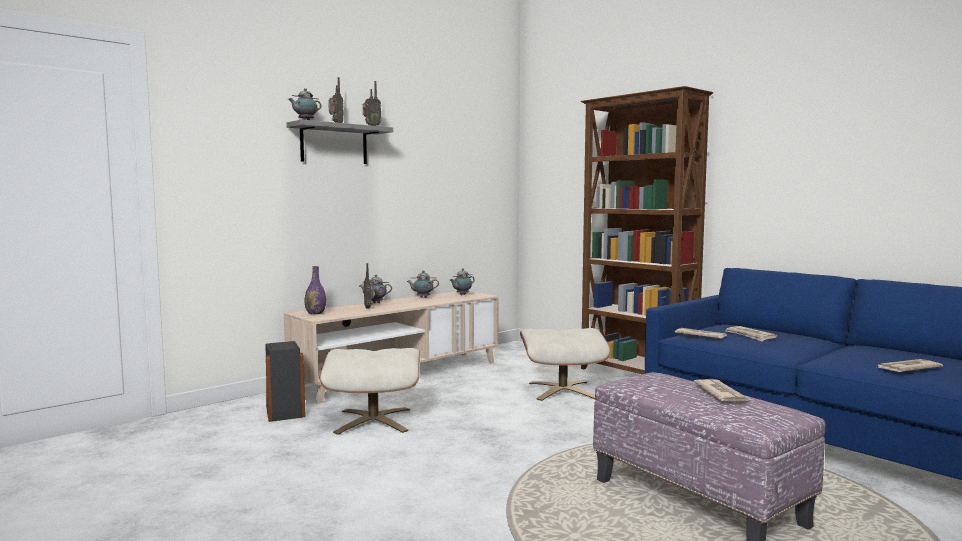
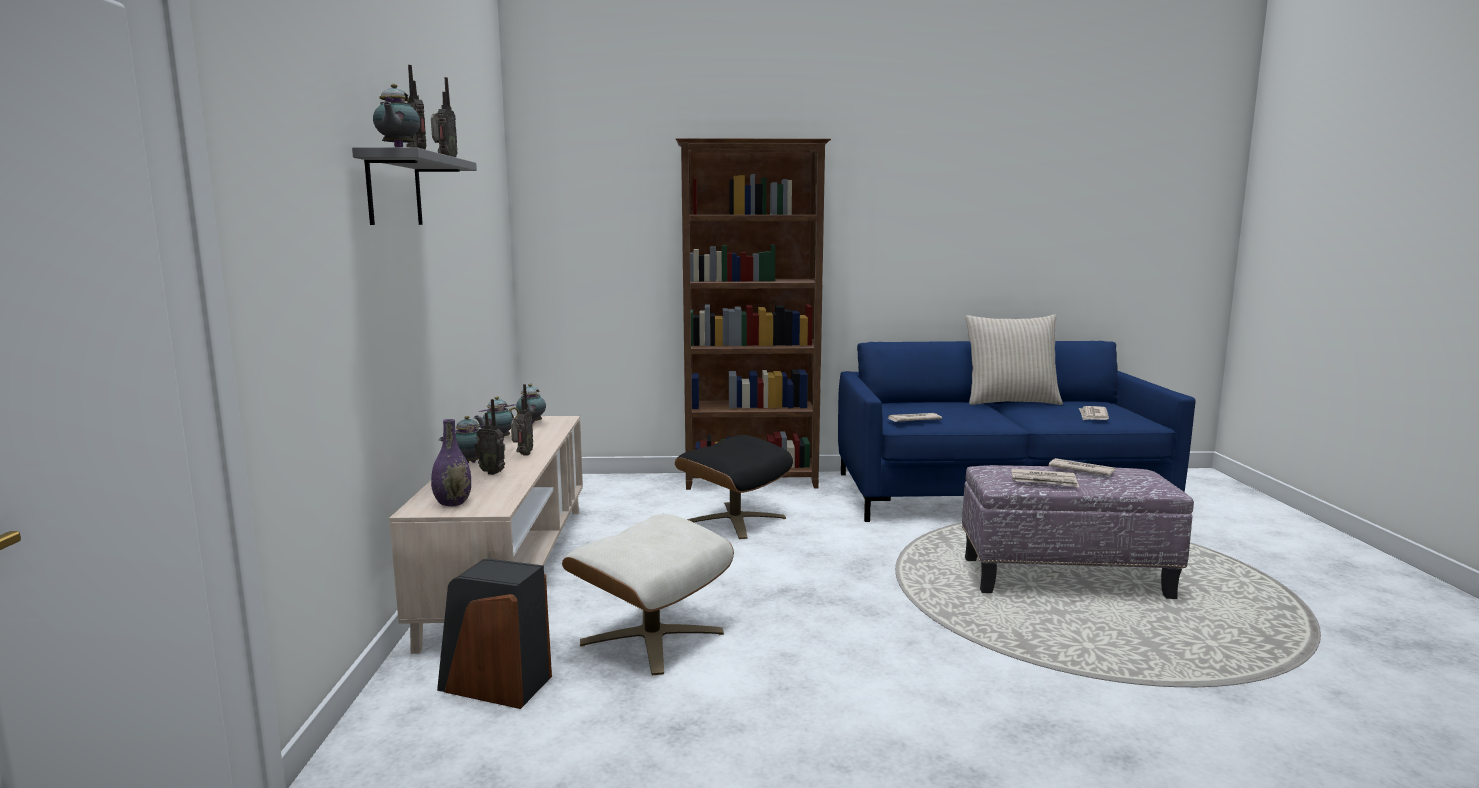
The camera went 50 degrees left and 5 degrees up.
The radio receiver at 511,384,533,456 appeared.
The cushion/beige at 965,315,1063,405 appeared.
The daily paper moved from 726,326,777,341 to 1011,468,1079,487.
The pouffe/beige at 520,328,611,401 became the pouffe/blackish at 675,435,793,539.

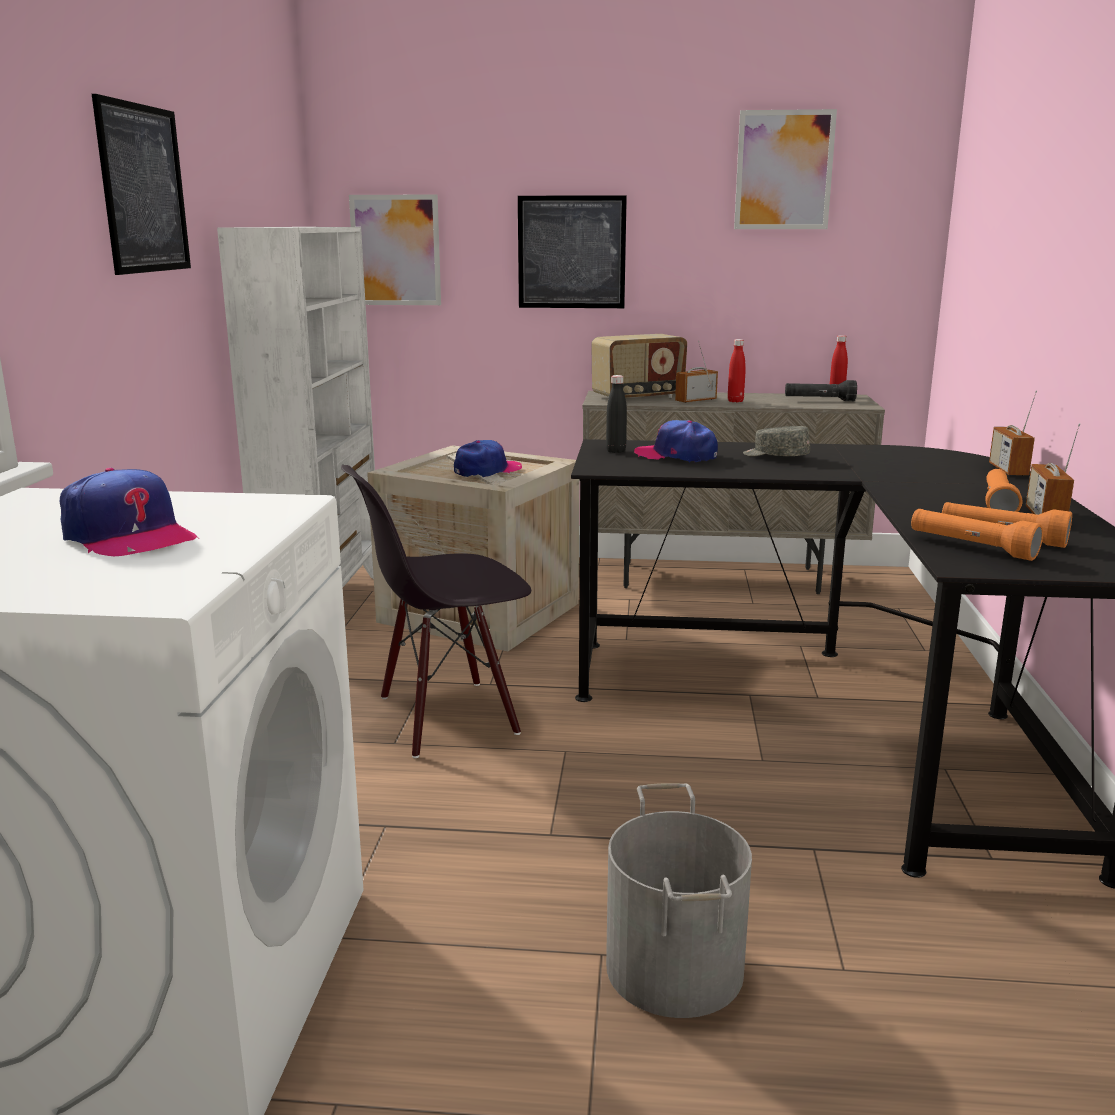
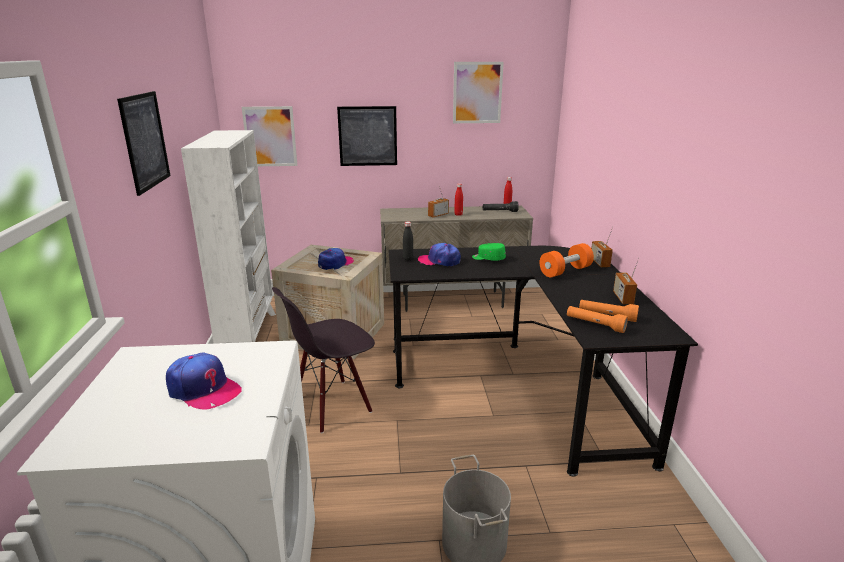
The camera went 10 degrees left and 5 degrees up.
The radio receiver at 591,334,687,398 disappeared.
The flashlight/orange at 985,469,1023,512 disappeared.
The free weight/orange at 540,243,594,277 appeared.
The peaked cap/greyish at 743,426,810,457 became the peaked cap/green-coloured at 472,243,506,261.

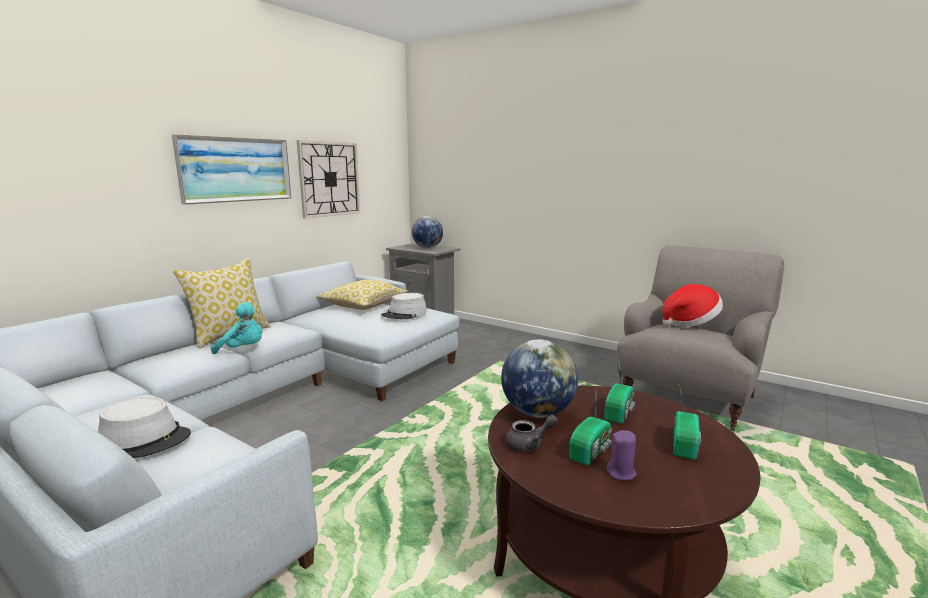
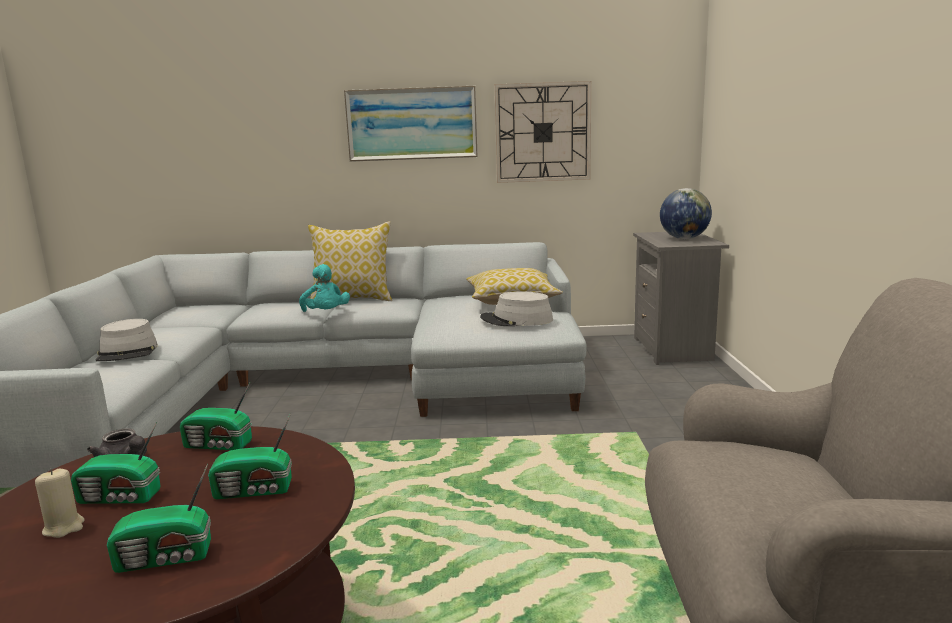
The camera went 55 degrees right and 0 degrees up.
The clothing hat at 663,284,723,327 disappeared.
The world globe at 501,339,578,418 was replaced by the radio receiver at 180,381,252,450.
The candle/purple-coloured at 606,430,637,480 became the candle/beige at 35,469,85,538.

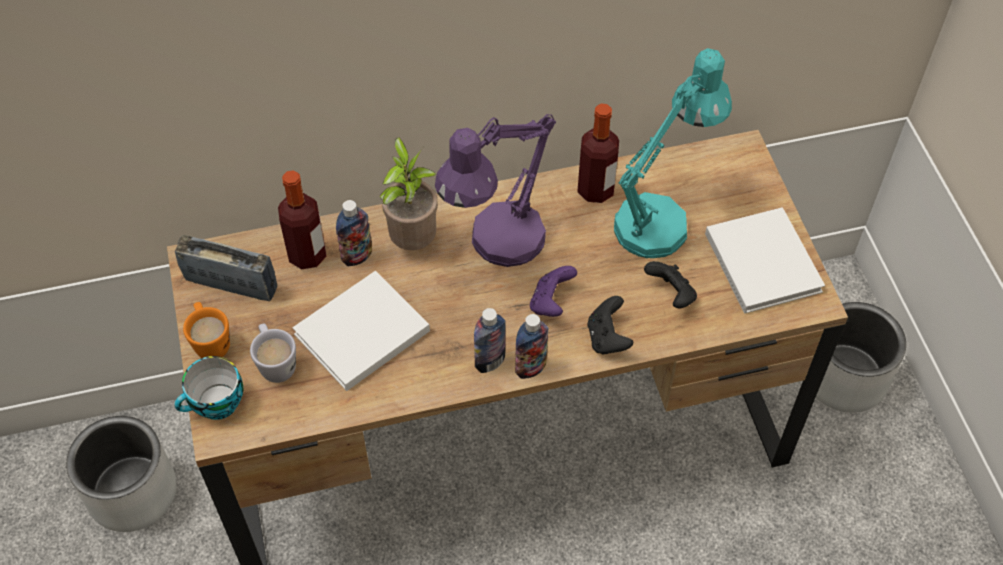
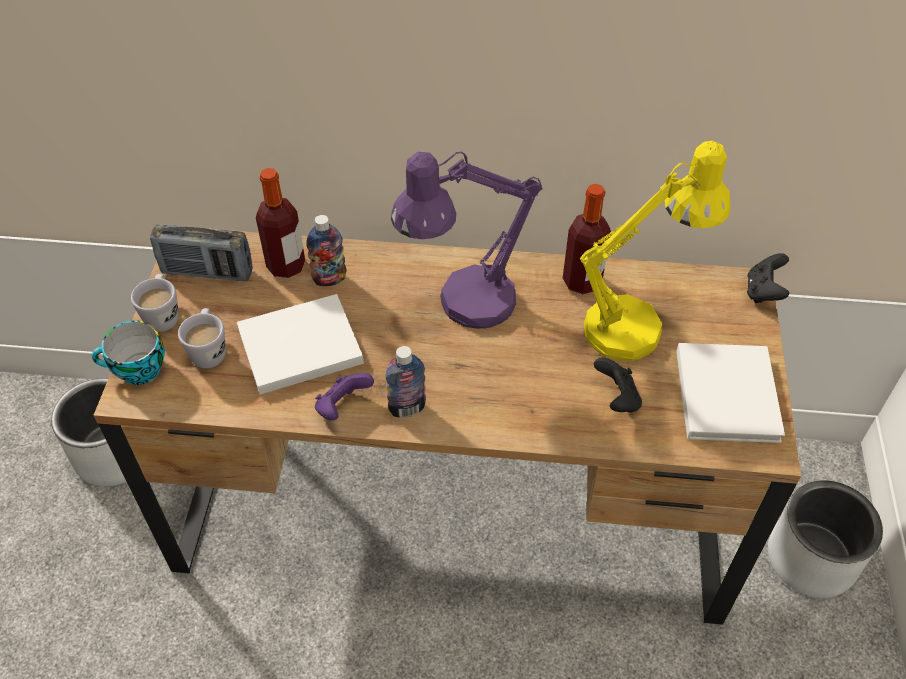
The camera went 20 degrees right and 5 degrees down.
The plant in a pot at 380,137,438,250 disappeared.
The drink bottle at 515,314,548,379 disappeared.
The gamepad/purple-coloured moved from 530,266,577,317 to 315,373,374,420.
The gamepad/blackish moved from 588,296,633,355 to 747,253,789,303.
The tea mug/orange at 183,302,230,358 became the tea mug/whitish at 131,274,179,332.
The lamp for a table/blue-green at 614,48,732,258 became the lamp for a table/yellow at 580,141,731,361.
The radio receiver at 175,235,277,301 turned 150 degrees clockwise.

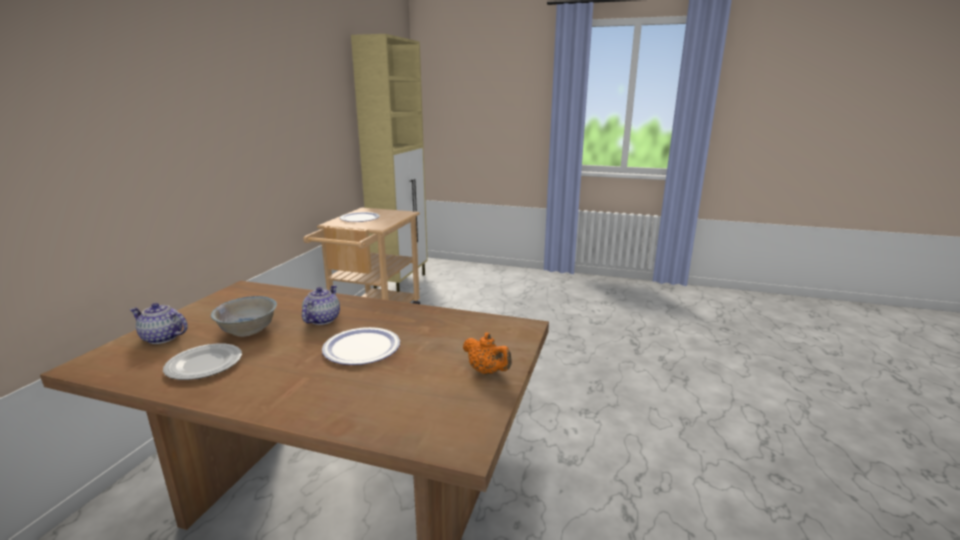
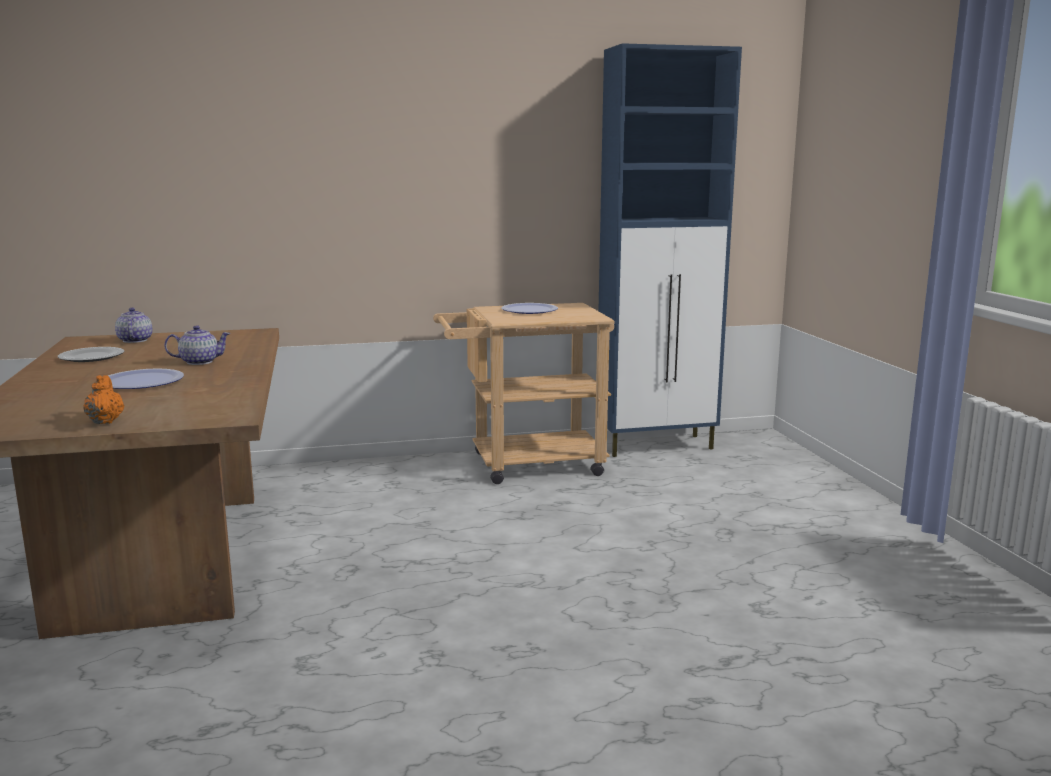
The camera went 60 degrees right and 5 degrees down.
The deep dish/whitish at 210,296,277,337 disappeared.
The cabinet/beige at 351,34,428,292 became the cabinet/bluish at 598,43,742,457.
The pot for tea/orange at 463,332,512,375 turned 150 degrees clockwise.

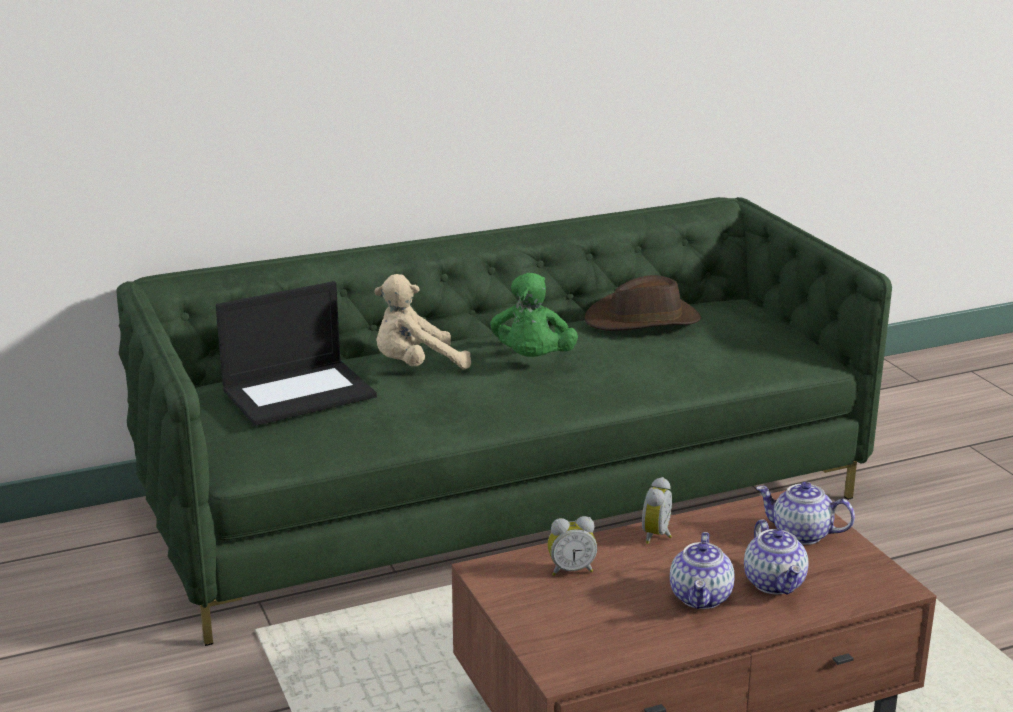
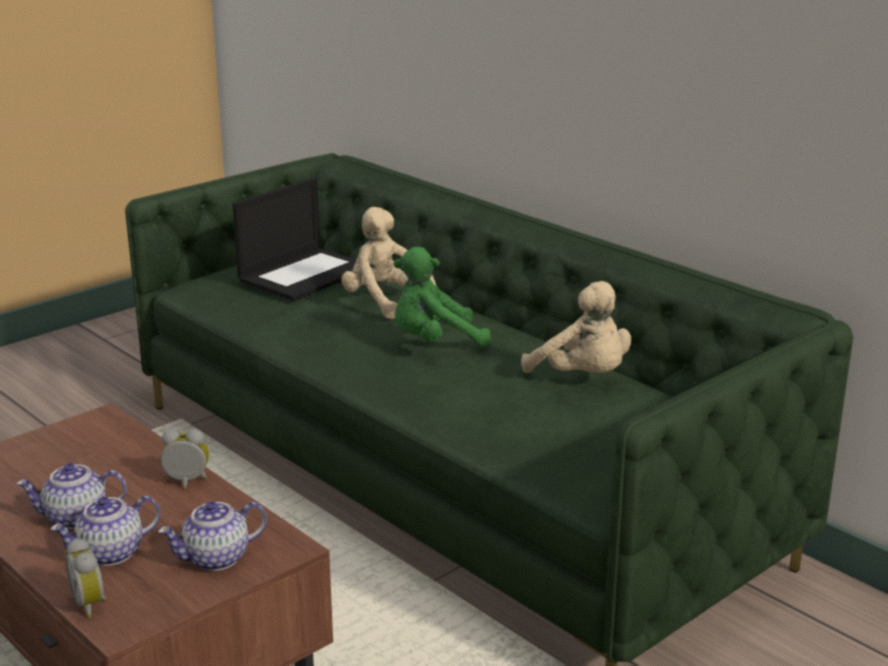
The camera went 70 degrees right and 0 degrees up.
The alarm clock moved from 548,516,597,576 to 66,538,107,618.
The clothing hat/brown at 585,275,701,331 was replaced by the cuddly toy/beige at 521,281,631,373.
The notebook computer at 216,281,377,426 turned 90 degrees counterclockwise.
The pot for tea at 756,482,855,545 turned 120 degrees counterclockwise.

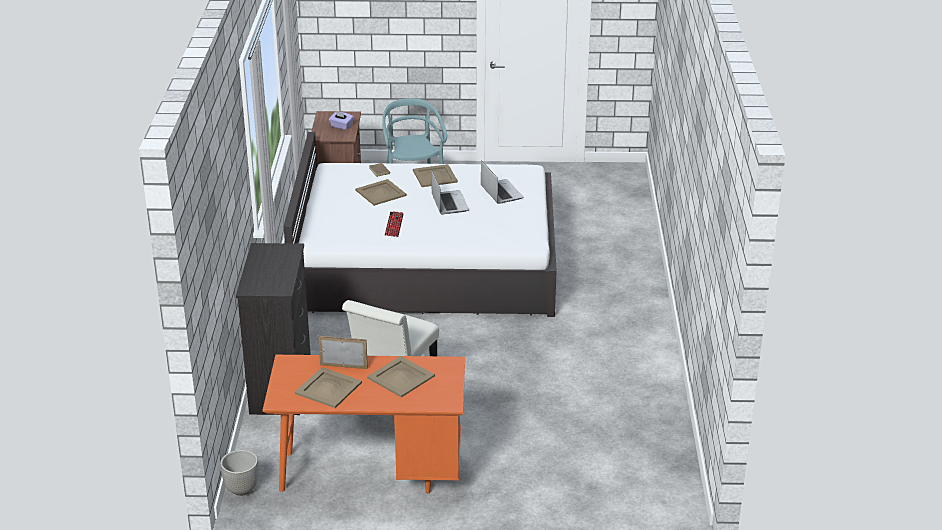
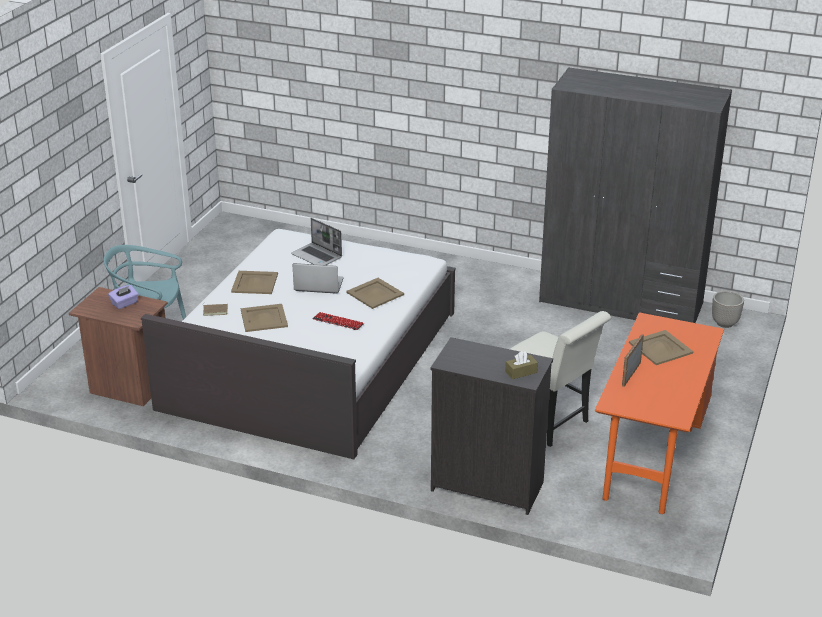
The camera went 70 degrees left and 0 degrees up.
The tissue holder/brown at 505,351,538,379 appeared.
The wardrobe/greyish at 539,67,732,323 appeared.
The plant pot moved from 220,450,258,496 to 712,291,744,328.
The carrying tray/beige moved from 295,367,362,408 to 346,278,404,309.
The notebook computer at 481,160,524,204 turned 135 degrees counterclockwise.

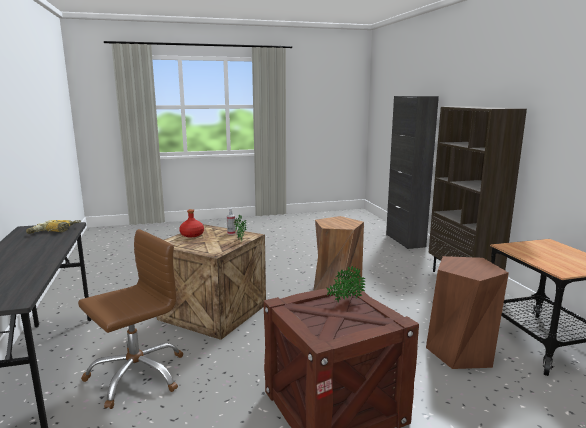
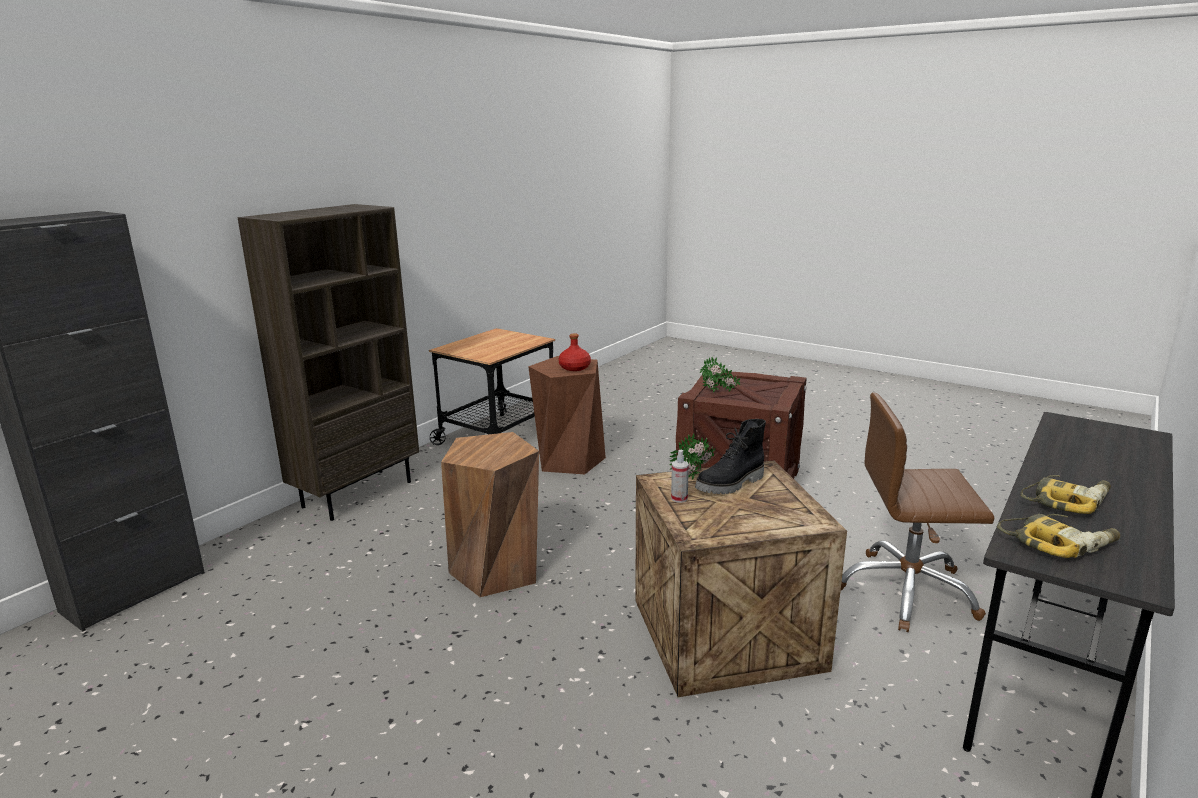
The camera went 130 degrees left and 5 degrees up.
The tall boot/blackish at 695,419,766,494 appeared.
The power drill at 1021,475,1111,514 appeared.
The drink bottle/red-coloured moved from 179,209,204,237 to 559,333,591,371.

